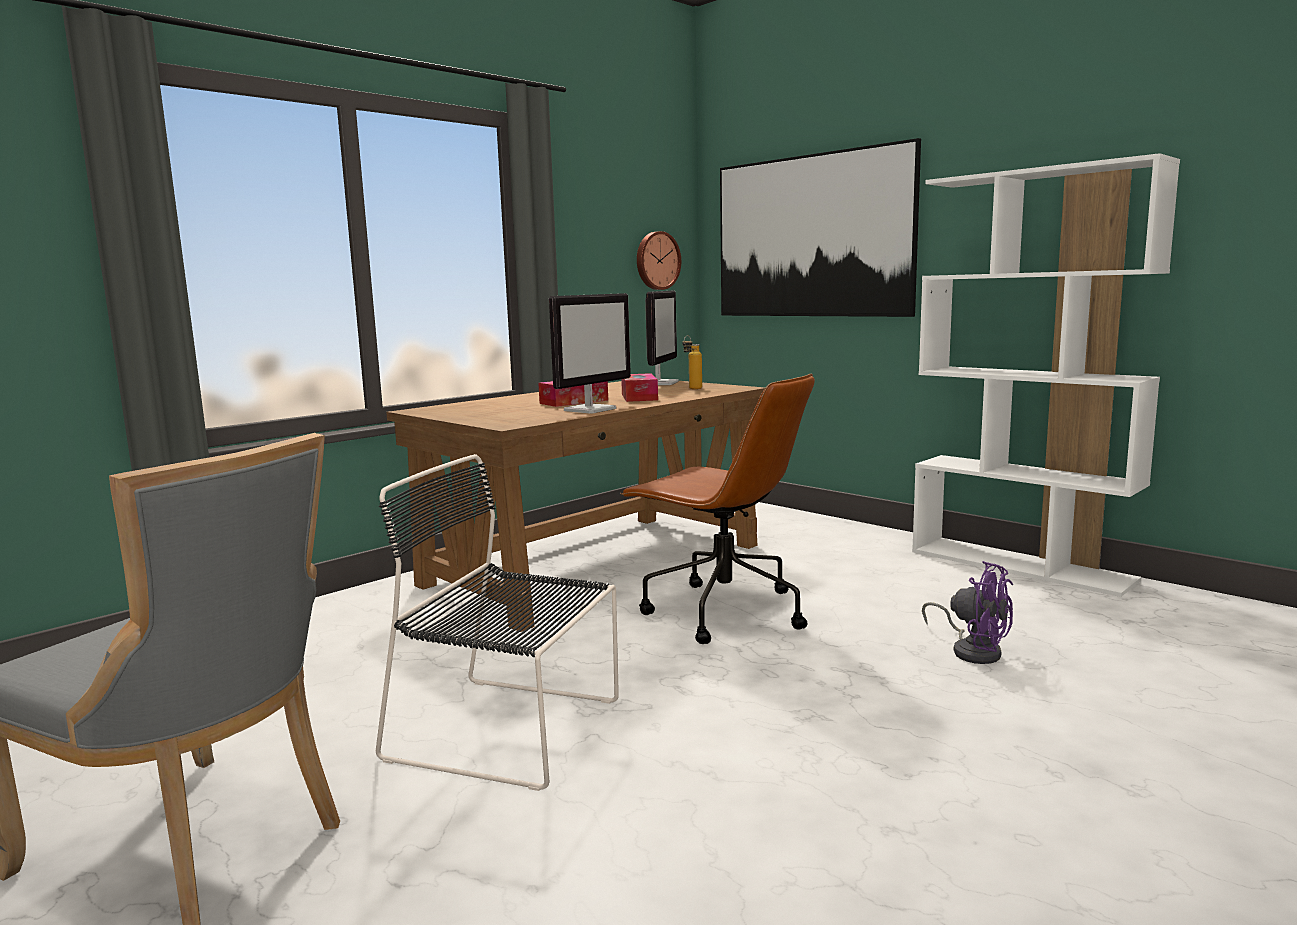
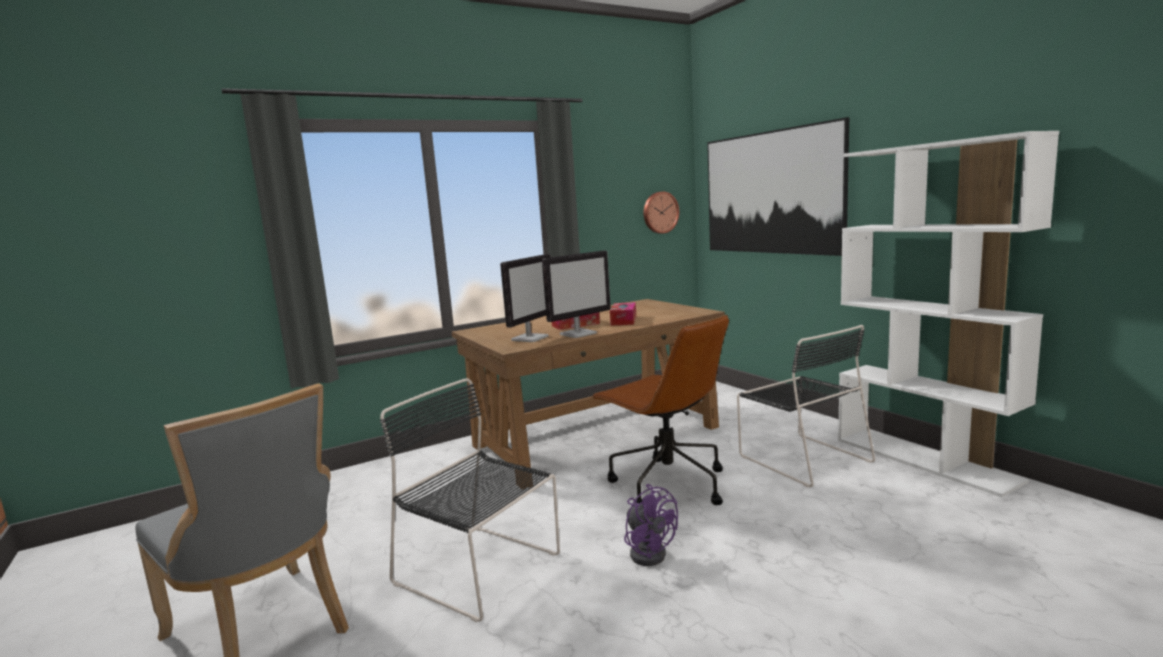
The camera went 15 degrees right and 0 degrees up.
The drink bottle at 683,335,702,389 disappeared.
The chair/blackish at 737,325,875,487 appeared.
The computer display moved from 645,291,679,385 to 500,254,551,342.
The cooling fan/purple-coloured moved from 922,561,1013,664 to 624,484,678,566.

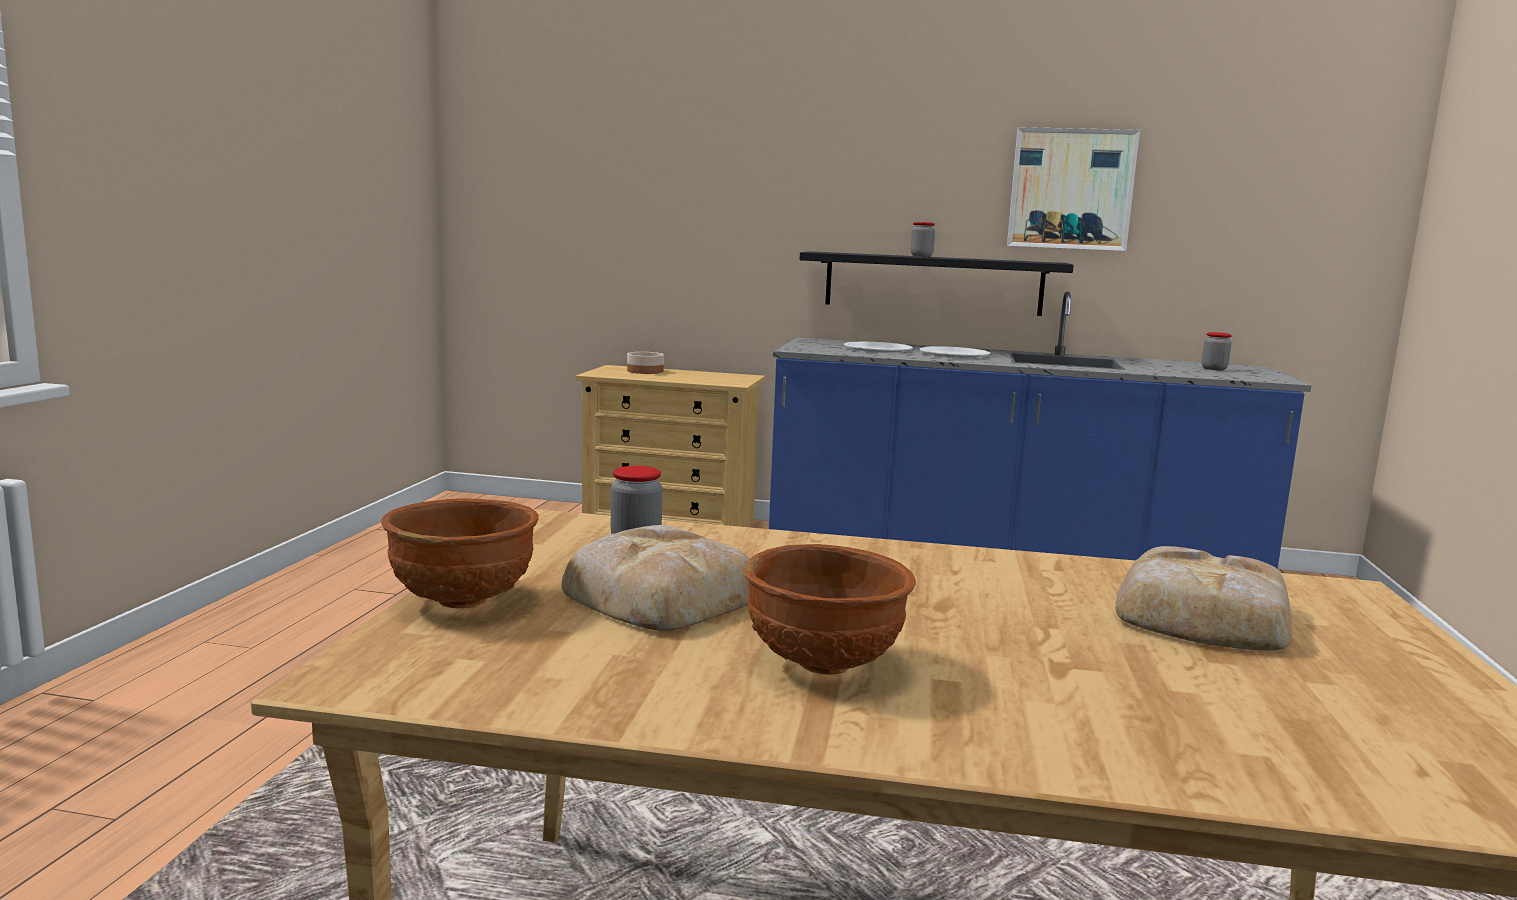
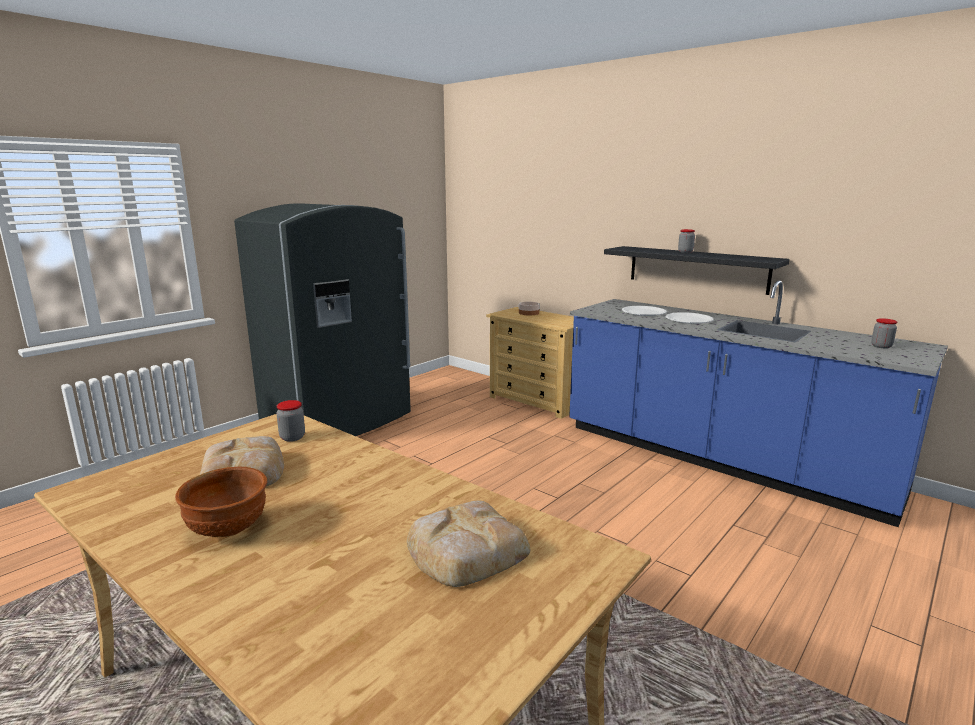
The camera went 30 degrees right and 5 degrees up.
The deep dish/brown at 381,498,539,608 disappeared.
The wall picture at 1007,127,1140,251 disappeared.
The refrigerator/greyish at 234,203,411,436 appeared.

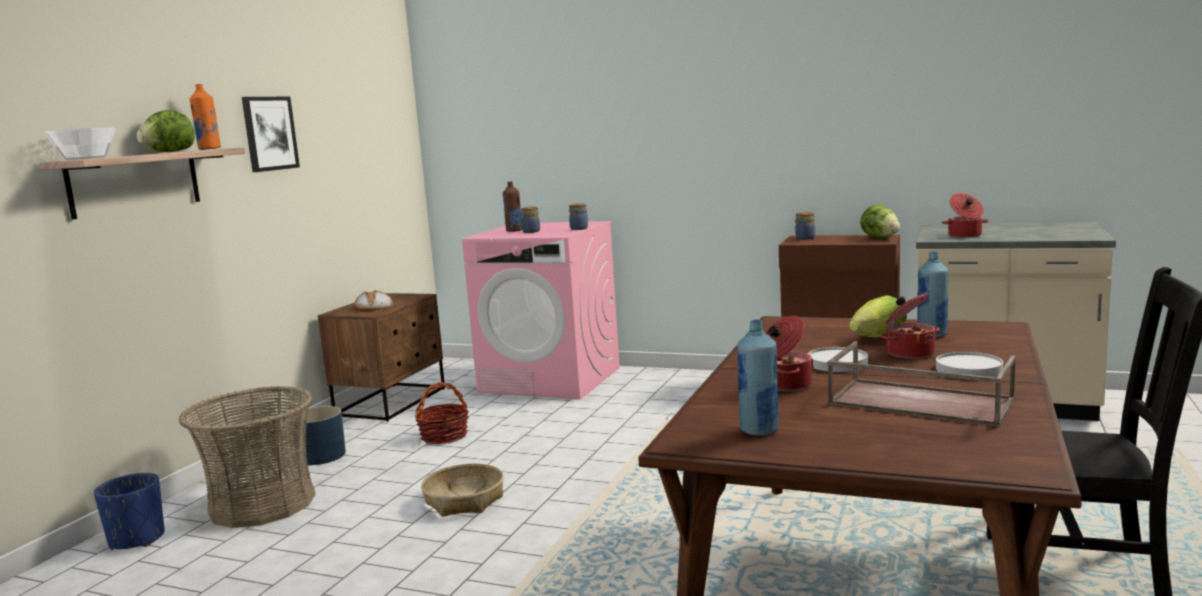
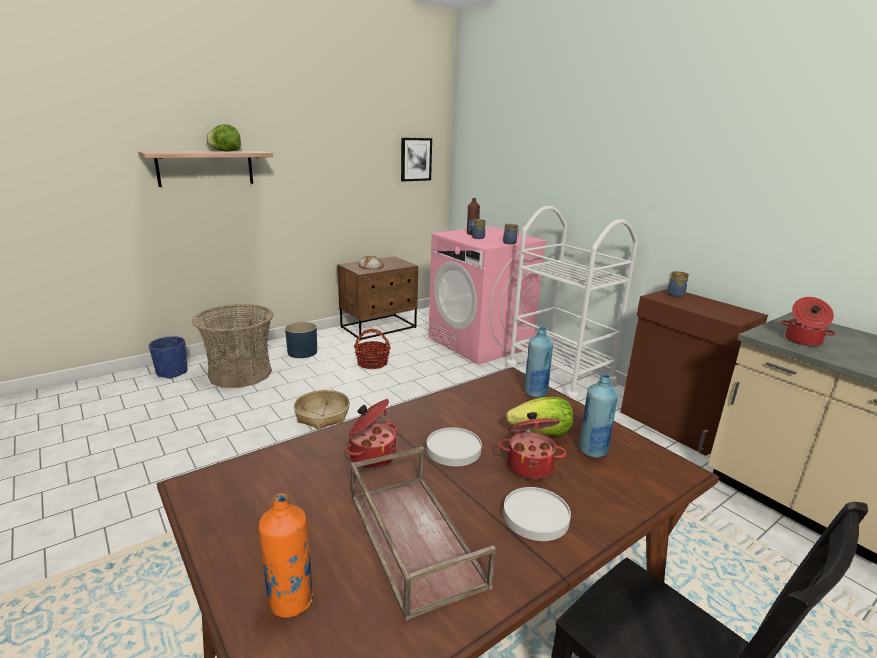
The camera went 30 degrees right and 10 degrees up.
The deep dish at 45,128,115,160 disappeared.
The lettuce head at 860,204,900,239 disappeared.
The cart/whitish at 505,206,638,402 appeared.
The drink bottle/orange moved from 190,84,221,150 to 259,493,313,618.
The wall picture moved from 242,97,300,172 to 401,138,432,181.
The drink bottle/bluish moved from 737,319,778,436 to 524,327,553,398.

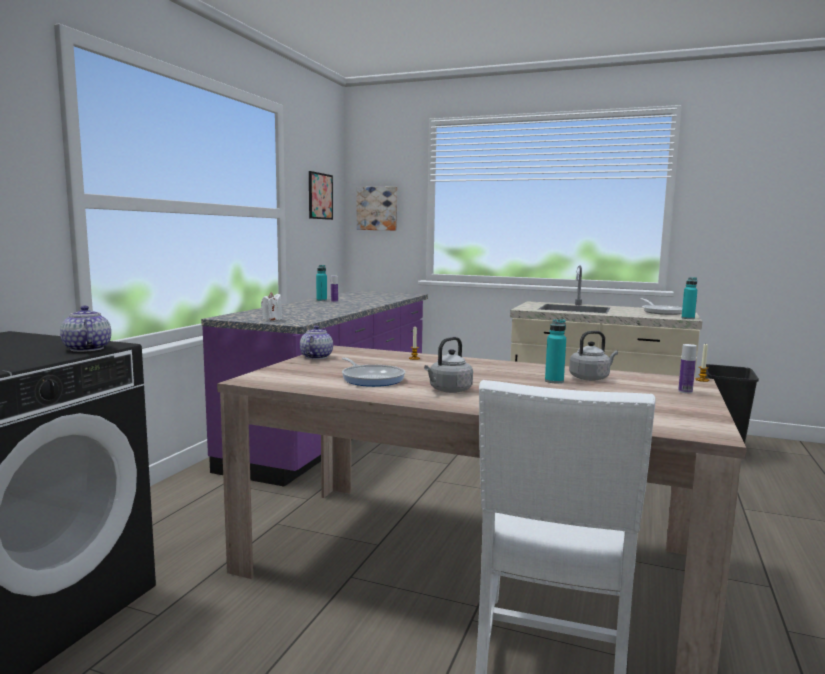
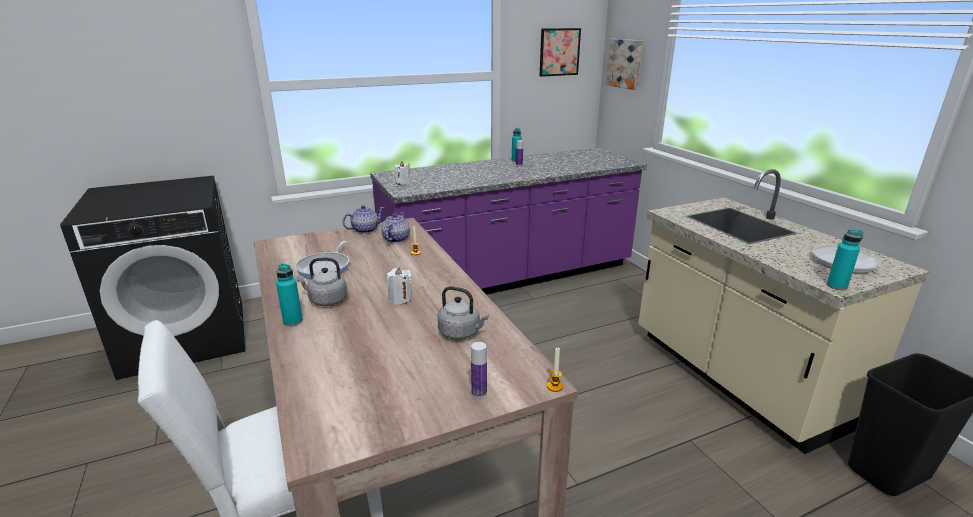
The camera went 45 degrees right and 15 degrees up.
The candle/whitish at 387,268,412,305 appeared.
The pot for tea moved from 60,306,111,352 to 381,212,410,243.
The drink bottle/blue-green moved from 545,319,566,383 to 276,264,303,326.

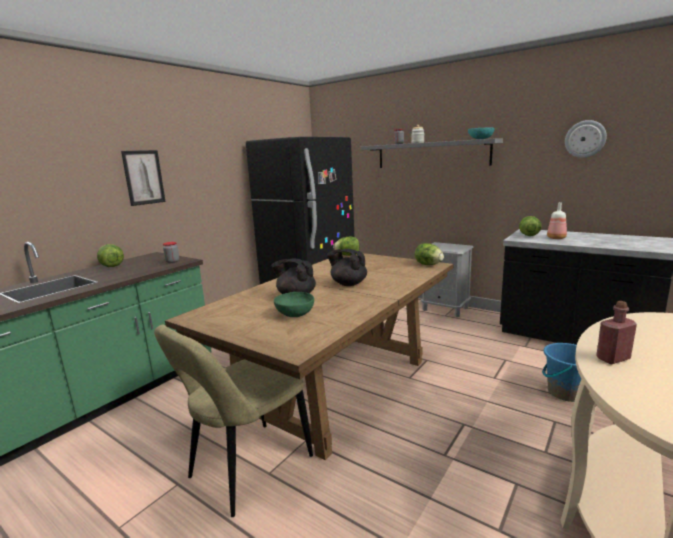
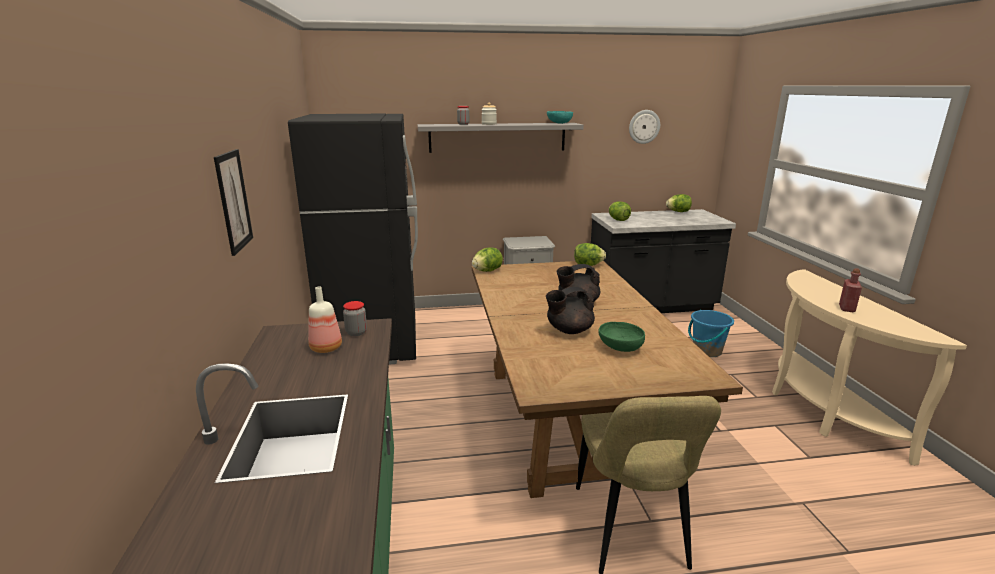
The camera went 45 degrees left and 5 degrees up.
The lettuce head moved from 97,244,124,267 to 666,194,692,212.
The drink bottle moved from 547,202,567,239 to 308,287,342,353.

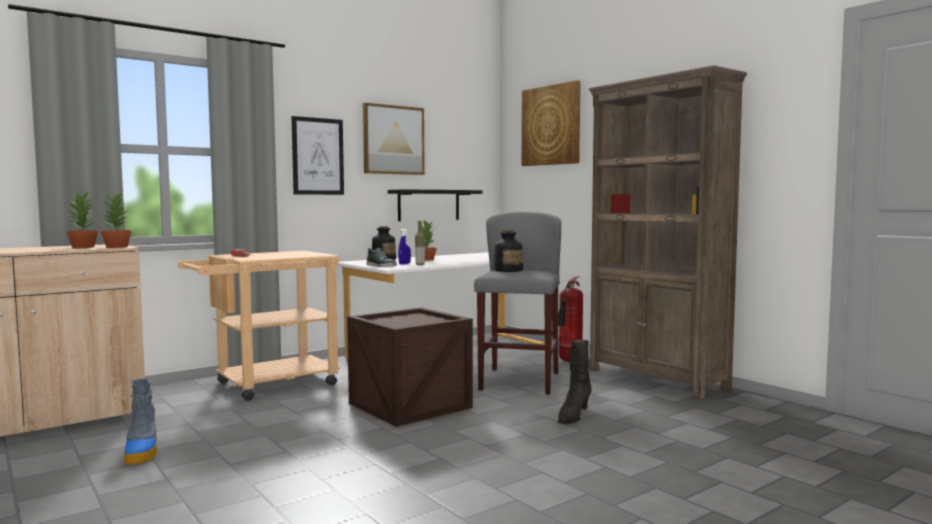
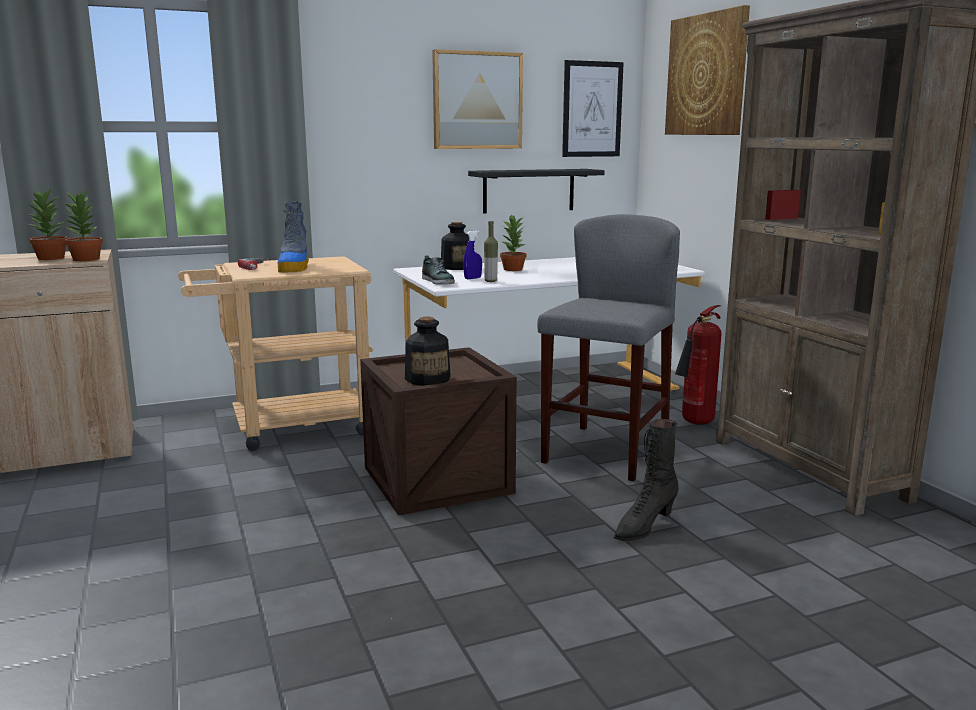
The camera went 15 degrees right and 10 degrees up.
The tall boot moved from 124,379,157,465 to 278,201,309,272.
The wall picture moved from 292,116,344,195 to 562,60,624,157.
The drink bottle moved from 493,230,523,272 to 405,317,451,386.

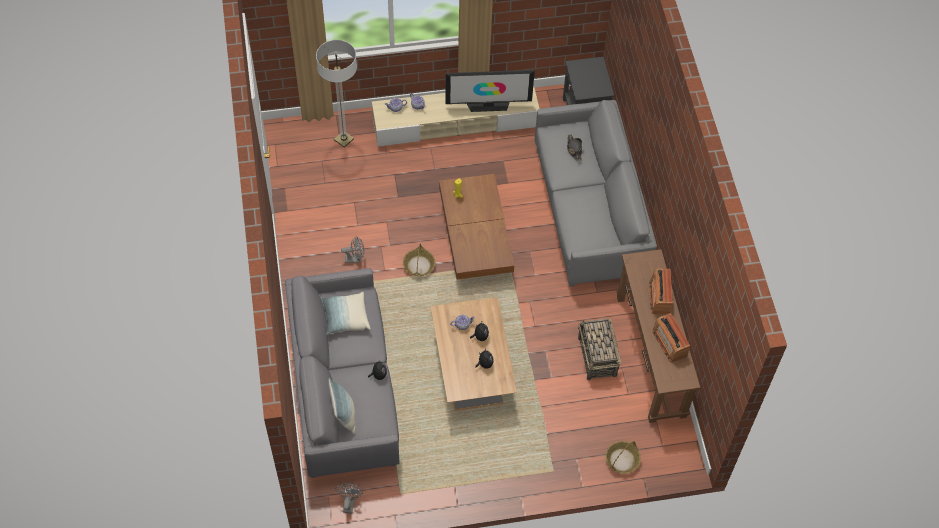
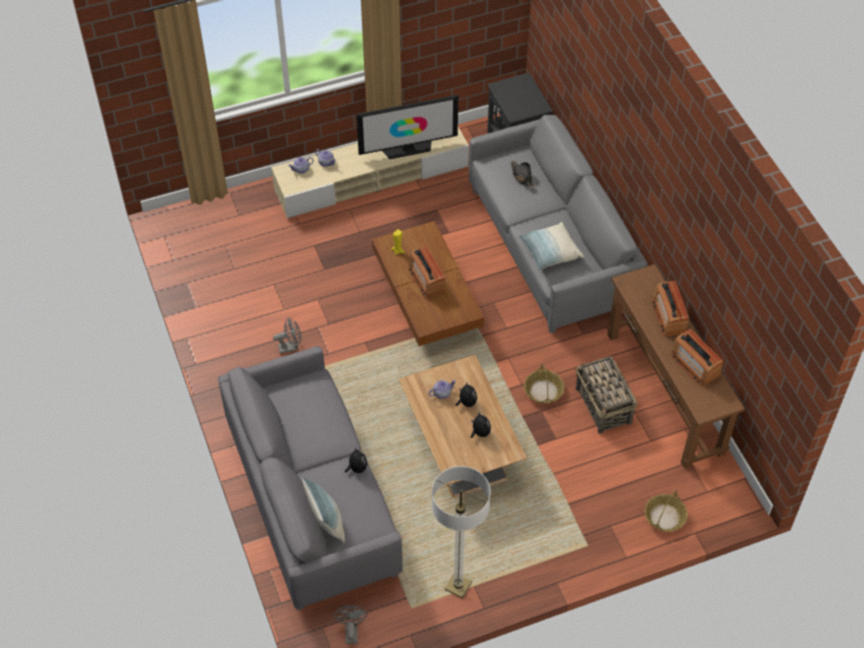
The camera went 10 degrees left and 5 degrees down.
The radio receiver at 408,246,445,299 appeared.
The standard lamp moved from 316,40,357,148 to 432,466,491,598.
The cushion moved from 322,292,371,335 to 519,222,584,271.
The household basket moved from 403,244,435,276 to 524,363,564,404.

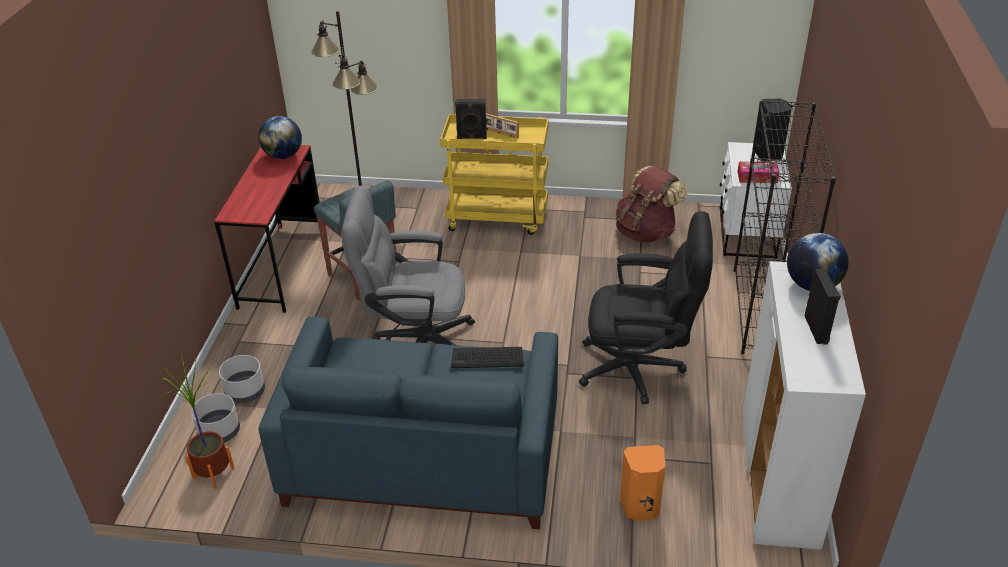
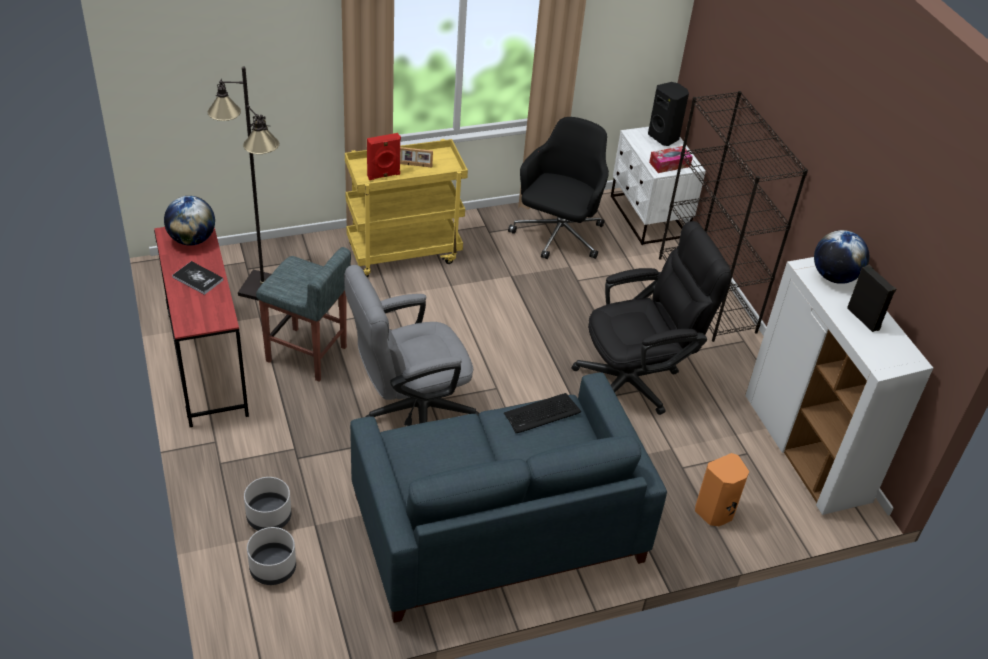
The camera went 30 degrees left and 5 degrees up.
The plant in a pot at 161,354,235,489 disappeared.
The bound book at 172,261,224,295 appeared.
The rucksack/brown at 616,166,688,243 was replaced by the office chair/blackish at 508,117,609,259.
The loudspeaker/blackish at 455,99,487,139 became the loudspeaker/red-coloured at 367,133,401,180.

